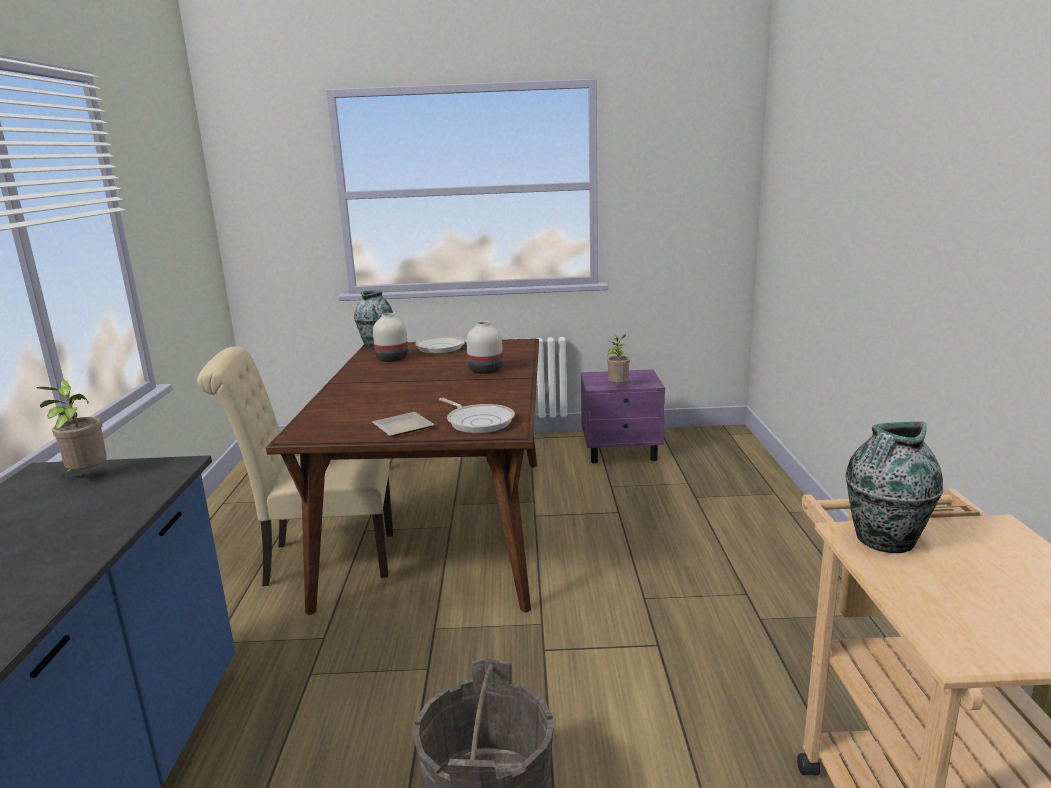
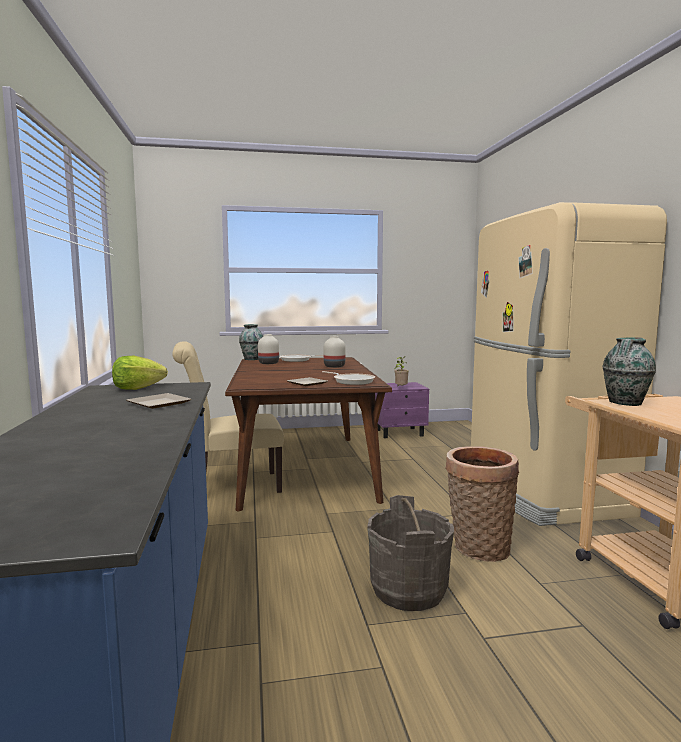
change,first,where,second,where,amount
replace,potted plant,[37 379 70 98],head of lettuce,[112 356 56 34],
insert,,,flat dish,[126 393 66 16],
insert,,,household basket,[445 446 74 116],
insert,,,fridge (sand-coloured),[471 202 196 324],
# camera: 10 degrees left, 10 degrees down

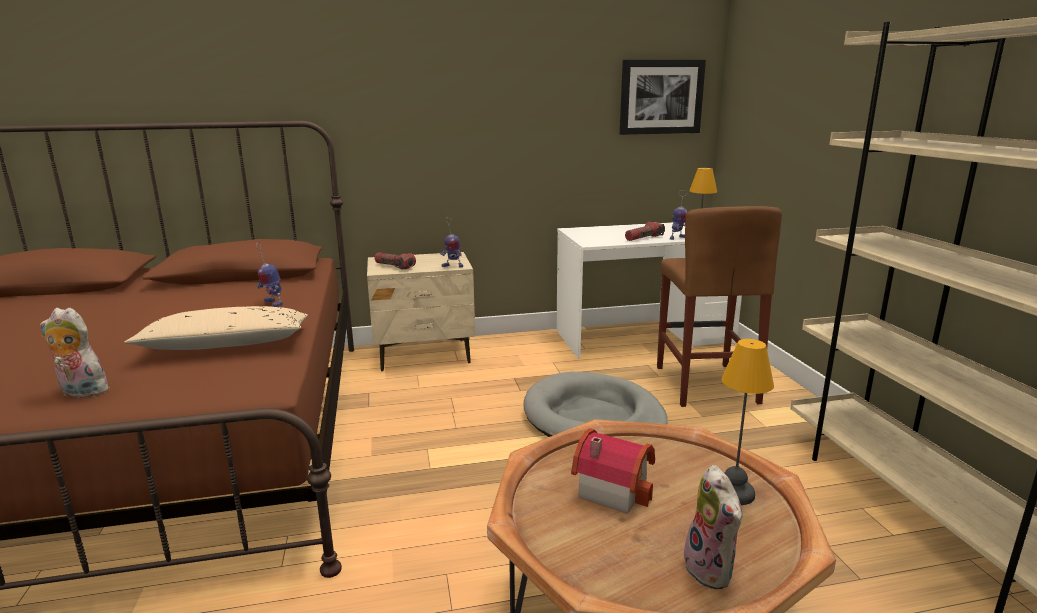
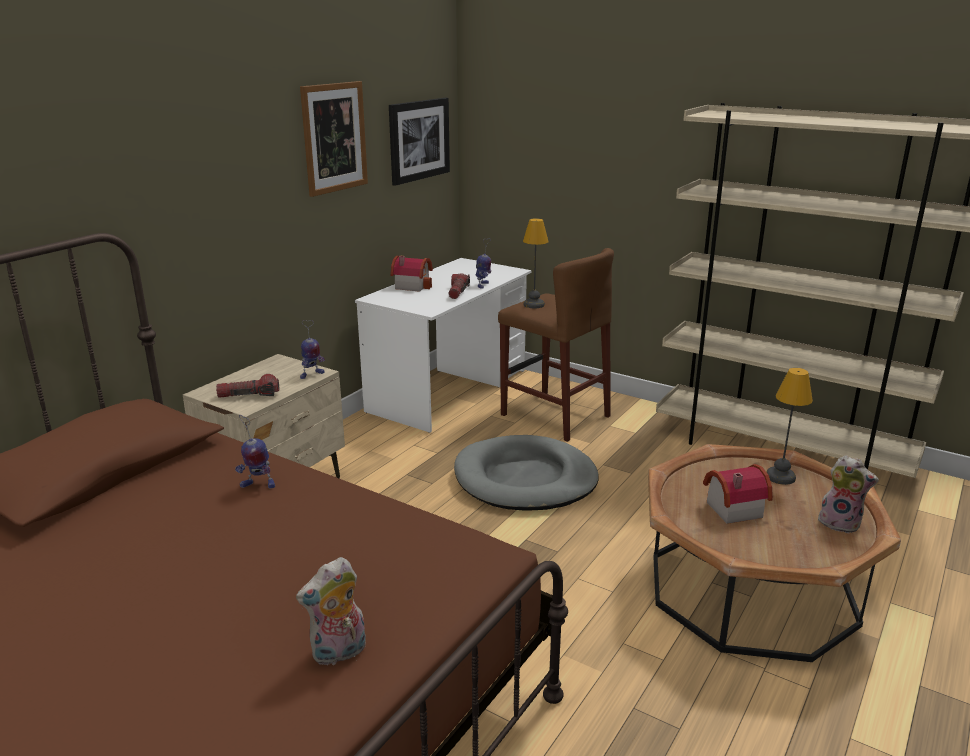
change,first,where,second,where,amount
delete,throw pillow (sand-coloured),[124 306 184 44],,,
insert,,,picture,[300 81 68 116],
insert,,,model house,[390 256 43 36],
# camera: 45 degrees left, 5 degrees up

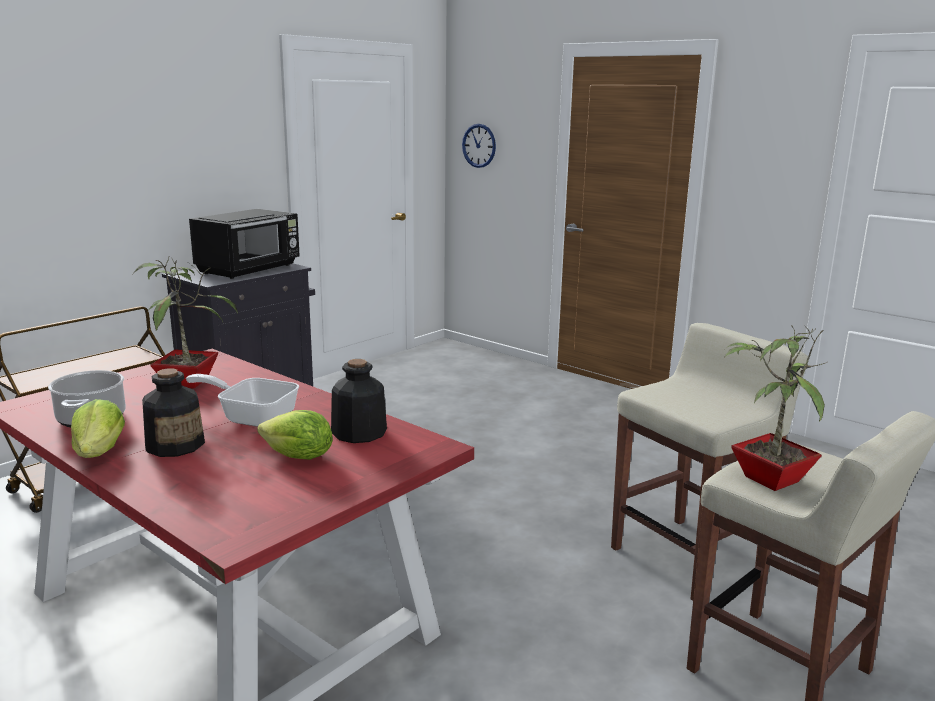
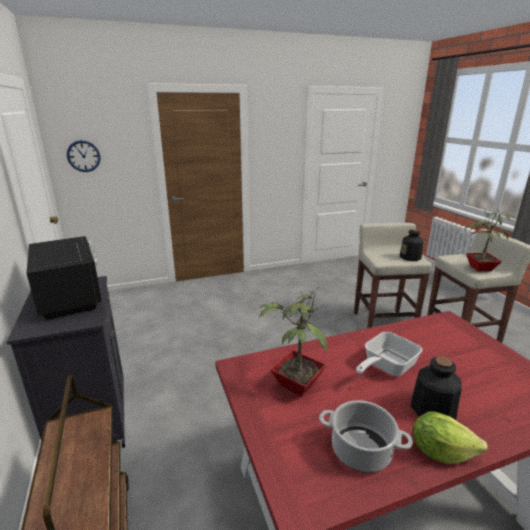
change,first,where,second,where,amount
delete,head of lettuce,[257 410 76 50],,,
move,bottle,[331 359 56 84],,[400 229 23 32],
# camera: 60 degrees left, 5 degrees up

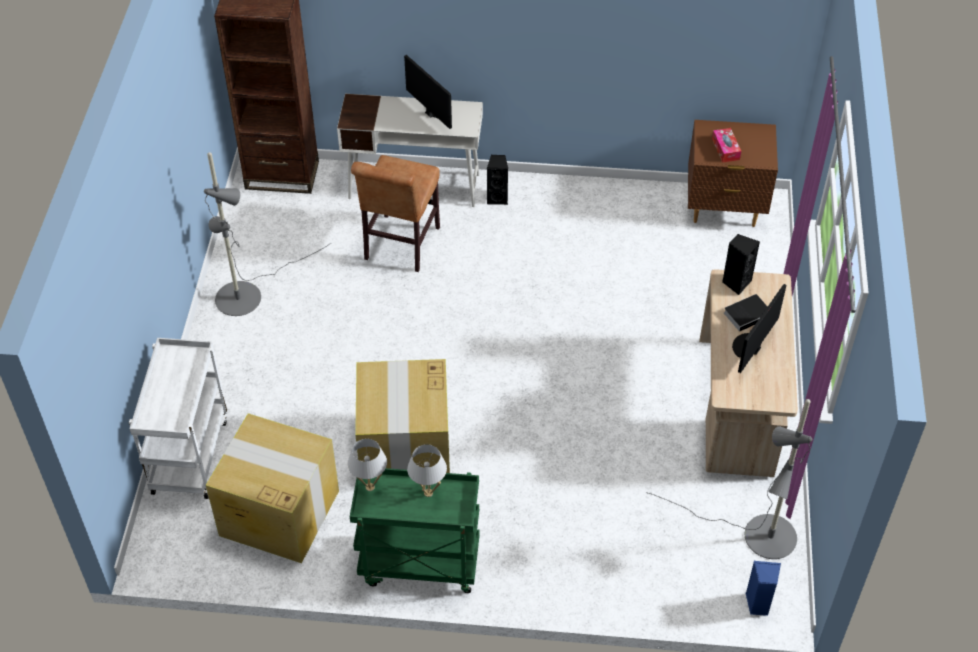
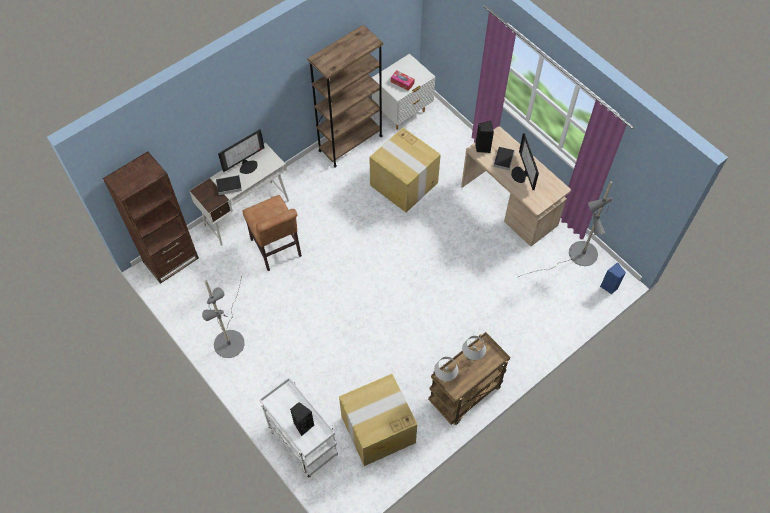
change,first,where,second,where,amount
recolor,trolley (green-coloured),[350 468 130 125],trolley (brownish),[428 332 82 93],
move,packing box,[355 359 95 114],,[369 128 72 85],
rotate,computer display,[404 55 48 74],,[218 129 46 45],135 degrees clockwise
move,loudspeaker (black),[487 155 21 50],,[290 402 24 34],
recolor,bedside table (brownish),[688 120 90 107],bedside table (white-coloured),[372 54 64 76],
insert,,,book,[216 175 26 20],
insert,,,shelving unit (brownish),[307 25 76 142],
# camera: 45 degrees left, 10 degrees up

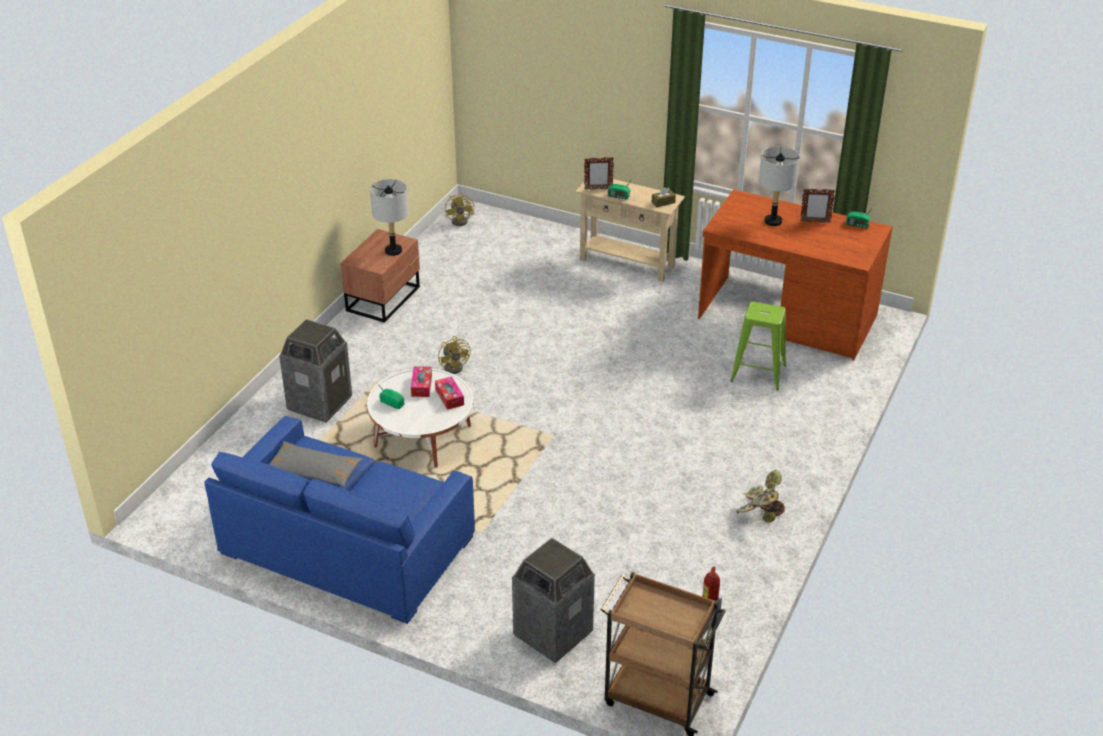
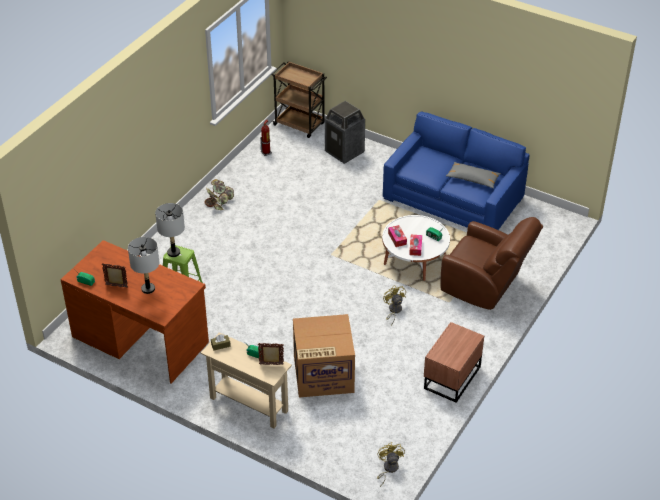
change,first,where,second,where,amount
replace,trash can,[279 319 73 104],armchair (brownish),[441 217 102 93],
move,table lamp (grey),[370 179 39 77],,[155 203 30 54],
insert,,,packing box,[293 314 62 84],
# camera: 175 degrees left, 5 degrees up

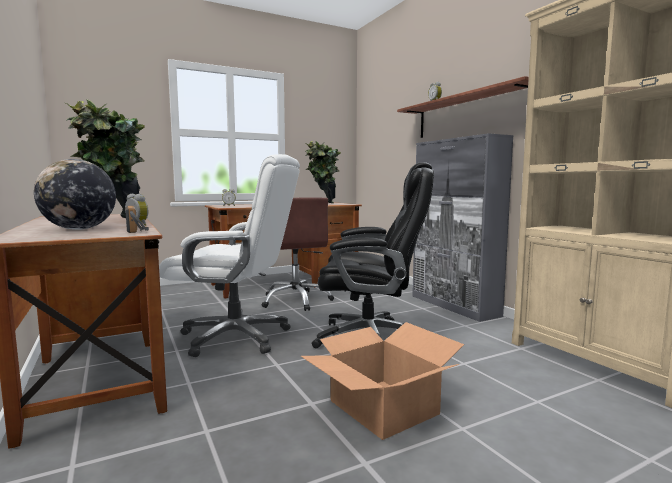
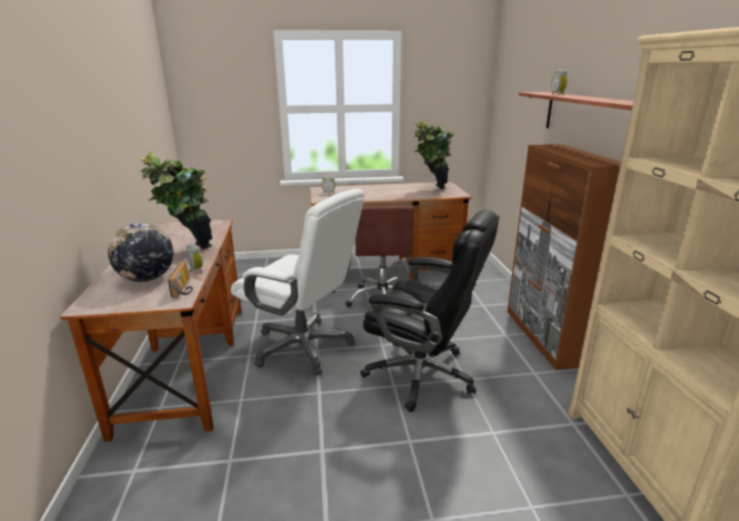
change,first,where,second,where,amount
delete,packing box,[301 322 163 118],,,
recolor,storage cabinet (grey),[412 133 101 189],storage cabinet (brownish),[507 144 114 226],
# camera: 20 degrees right, 15 degrees up

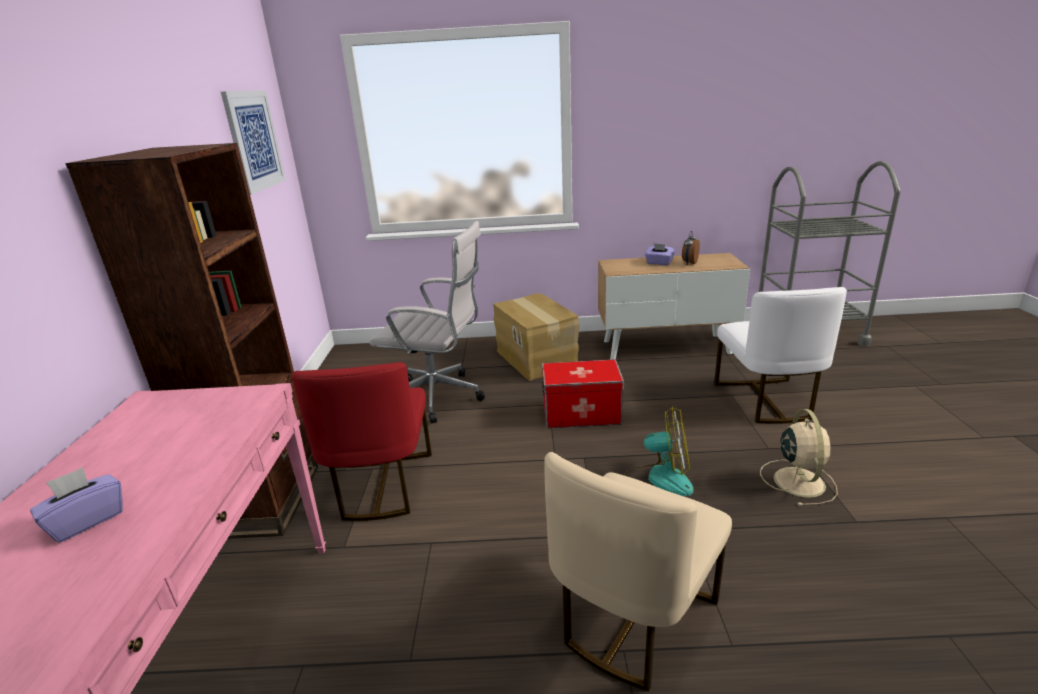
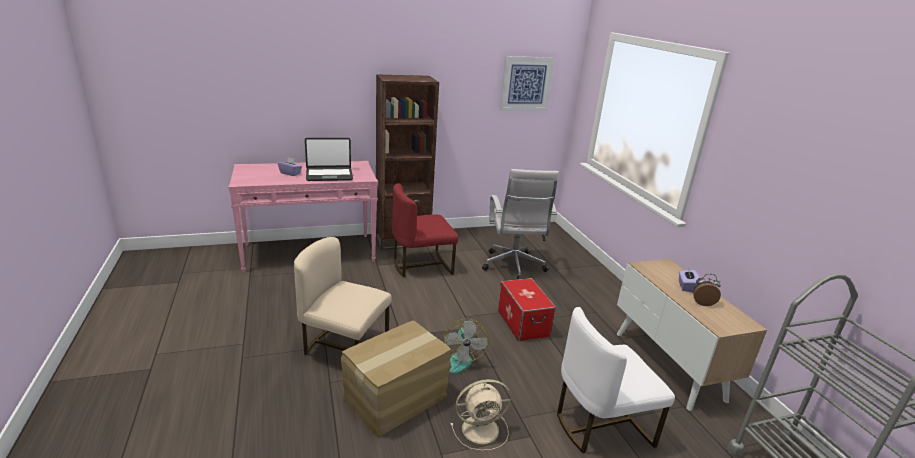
change,first,where,second,where,amount
move,packing box,[493 293 86 88],,[341 320 110 117],
insert,,,notebook computer,[305 138 48 43],
# camera: 70 degrees right, 0 degrees up

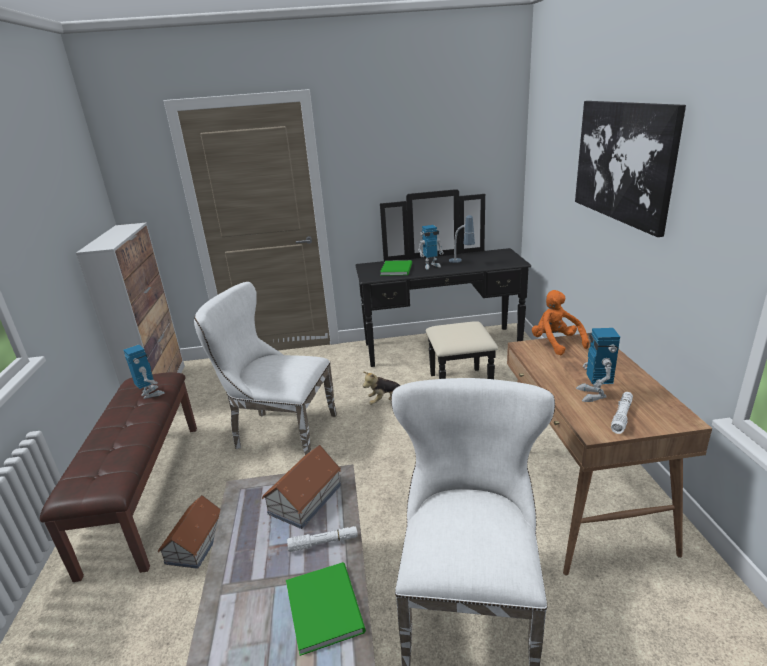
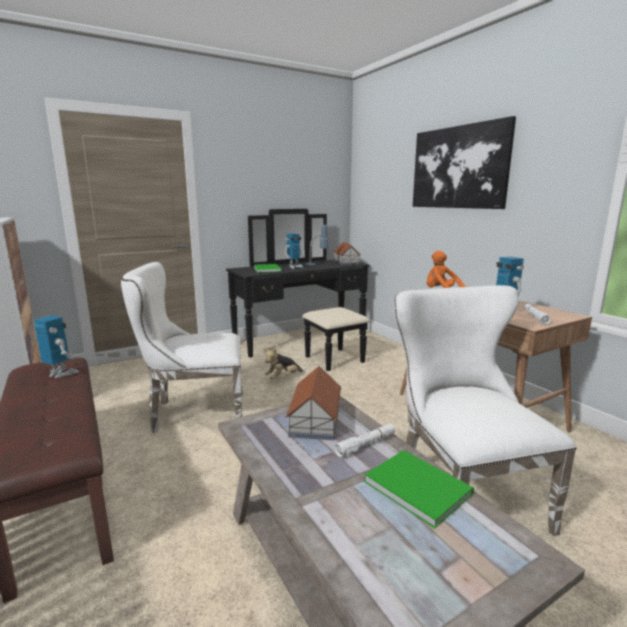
change,first,where,second,where,amount
move,model house,[158 495 62 74],,[333 242 28 23],
# camera: 25 degrees left, 10 degrees down

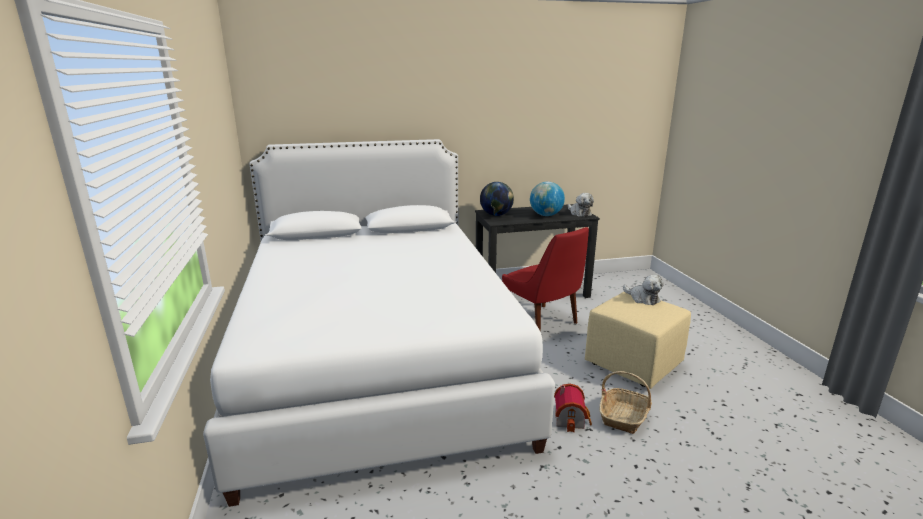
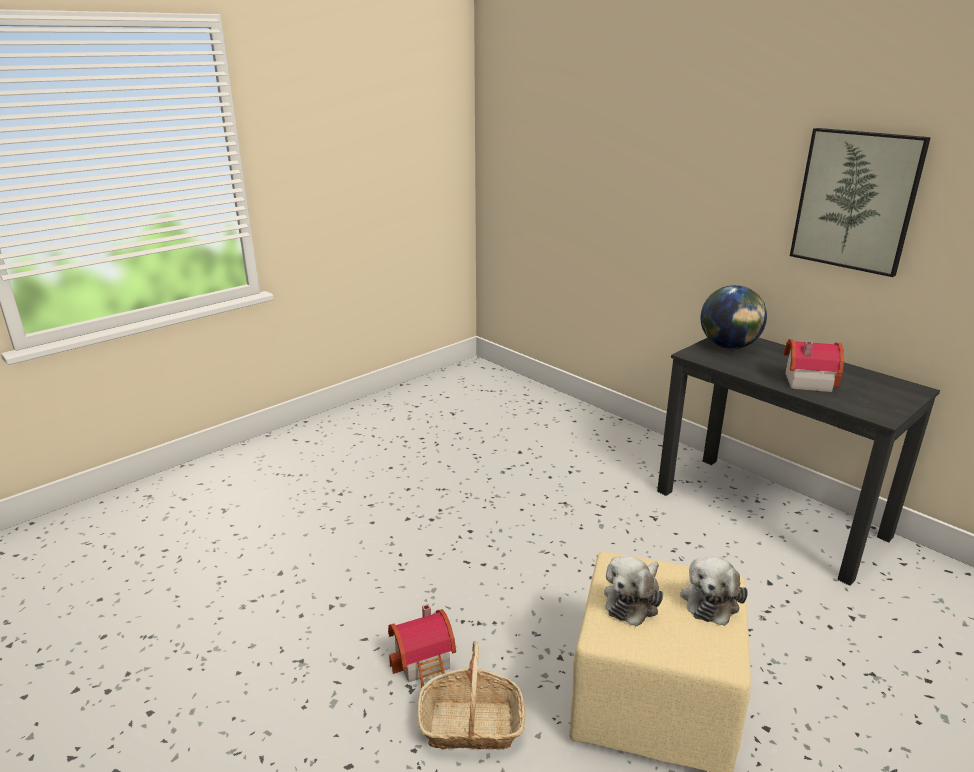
change,first,where,second,where,amount
delete,bed (white-coloured),[203 139 352 368],,,
delete,upright chair (red-coloured),[502 227 87 105],,,
replace,globe,[530 182 35 34],model house,[783 339 61 53],
move,soft toy,[568 193 26 24],,[604 556 59 71],
insert,,,picture,[790 128 141 149],
# camera: 60 degrees right, 5 degrees up

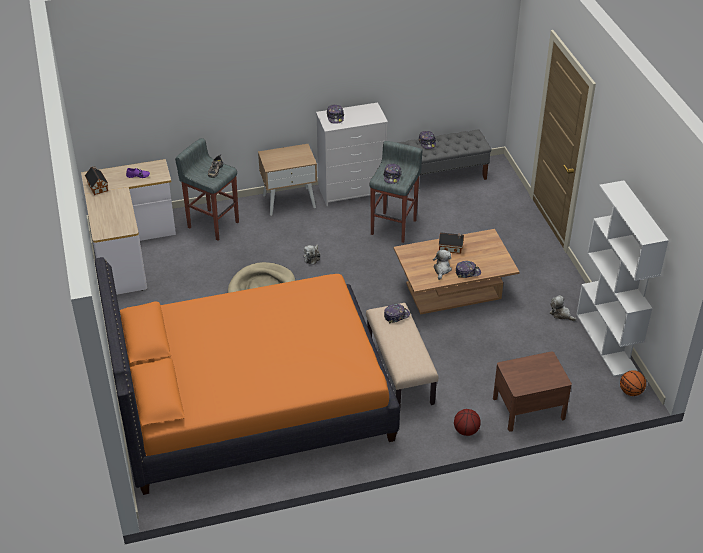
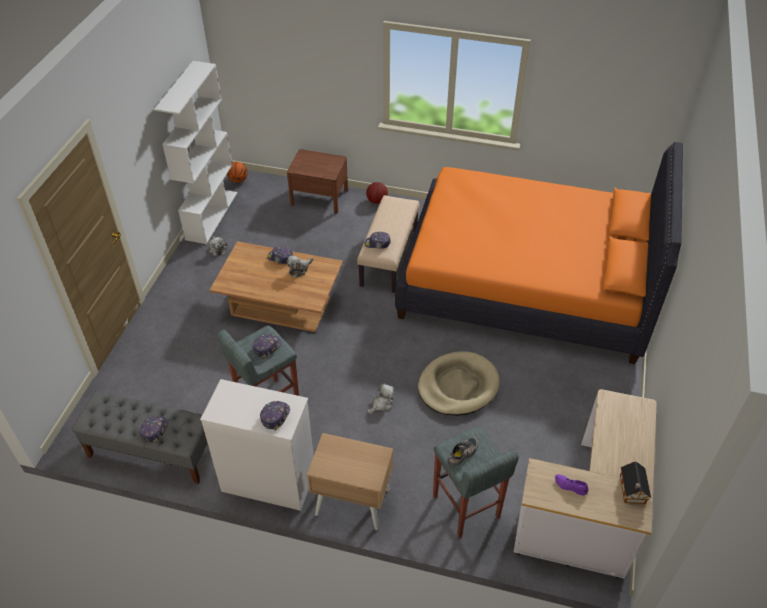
change,first,where,second,where,amount
delete,model house,[439 232 25 22],,,
# camera: 150 degrees left, 5 degrees up

